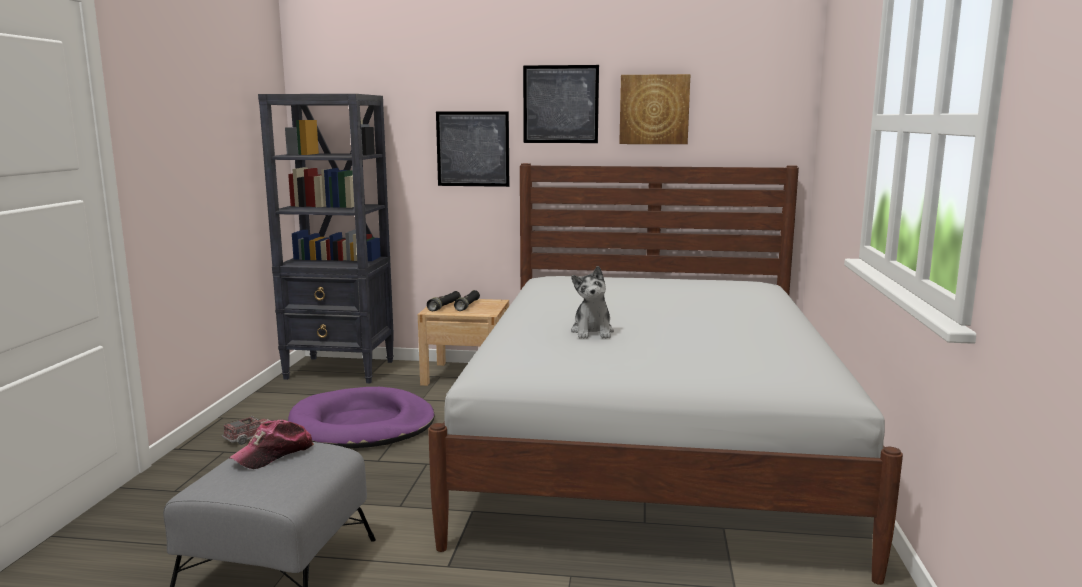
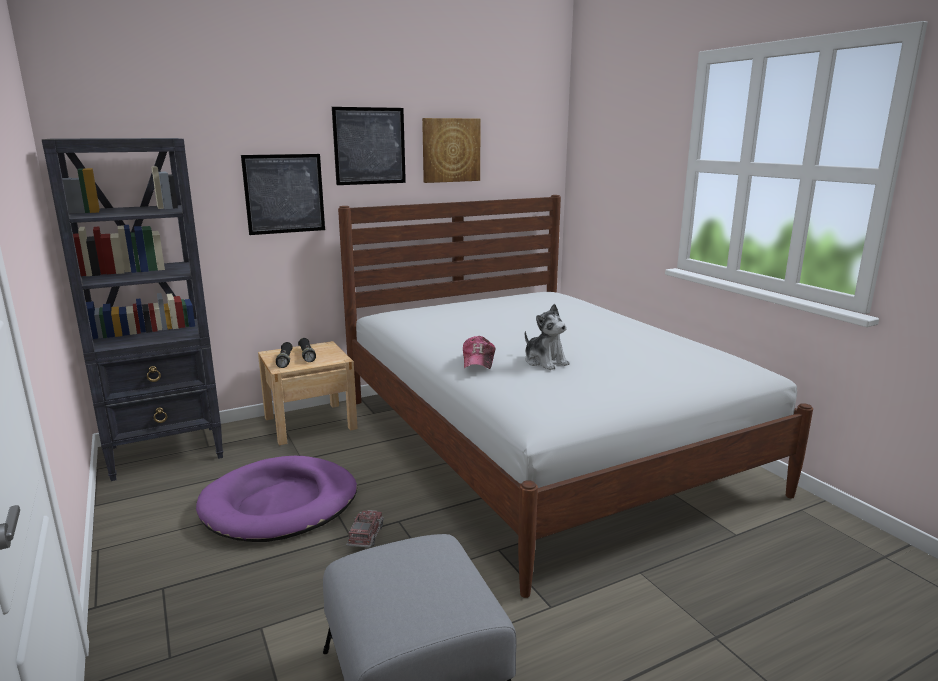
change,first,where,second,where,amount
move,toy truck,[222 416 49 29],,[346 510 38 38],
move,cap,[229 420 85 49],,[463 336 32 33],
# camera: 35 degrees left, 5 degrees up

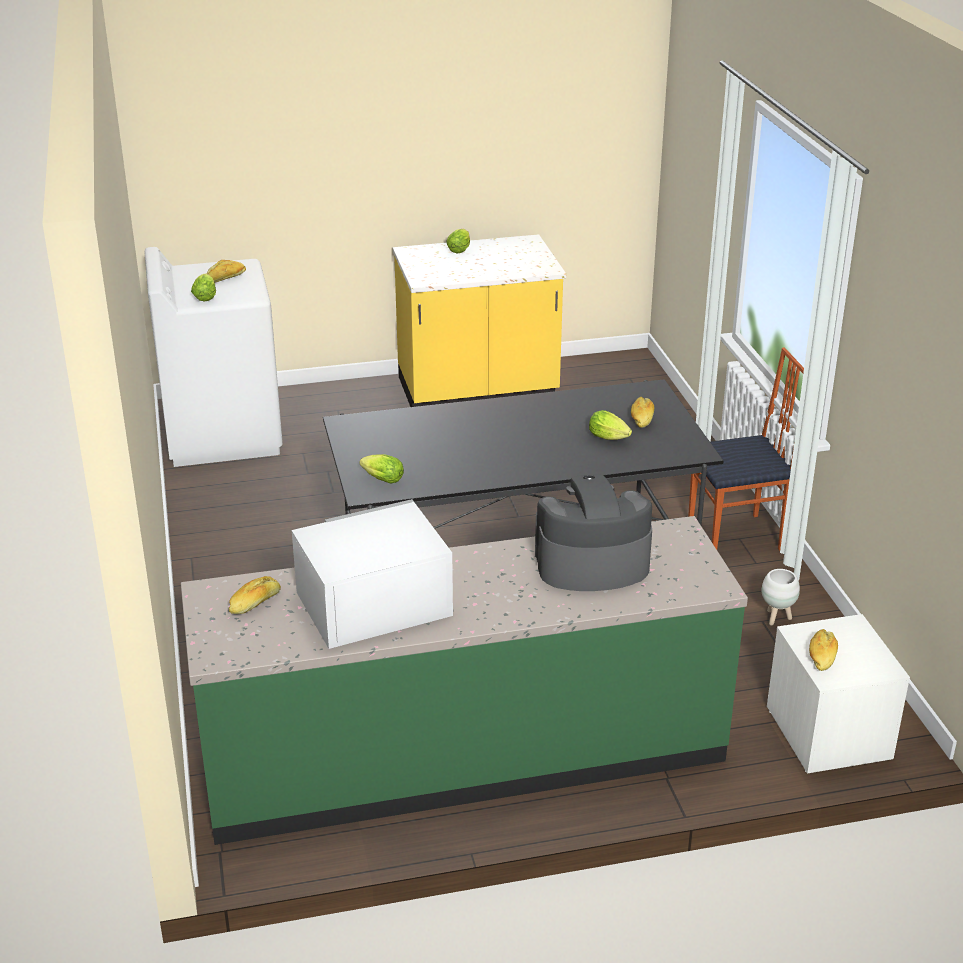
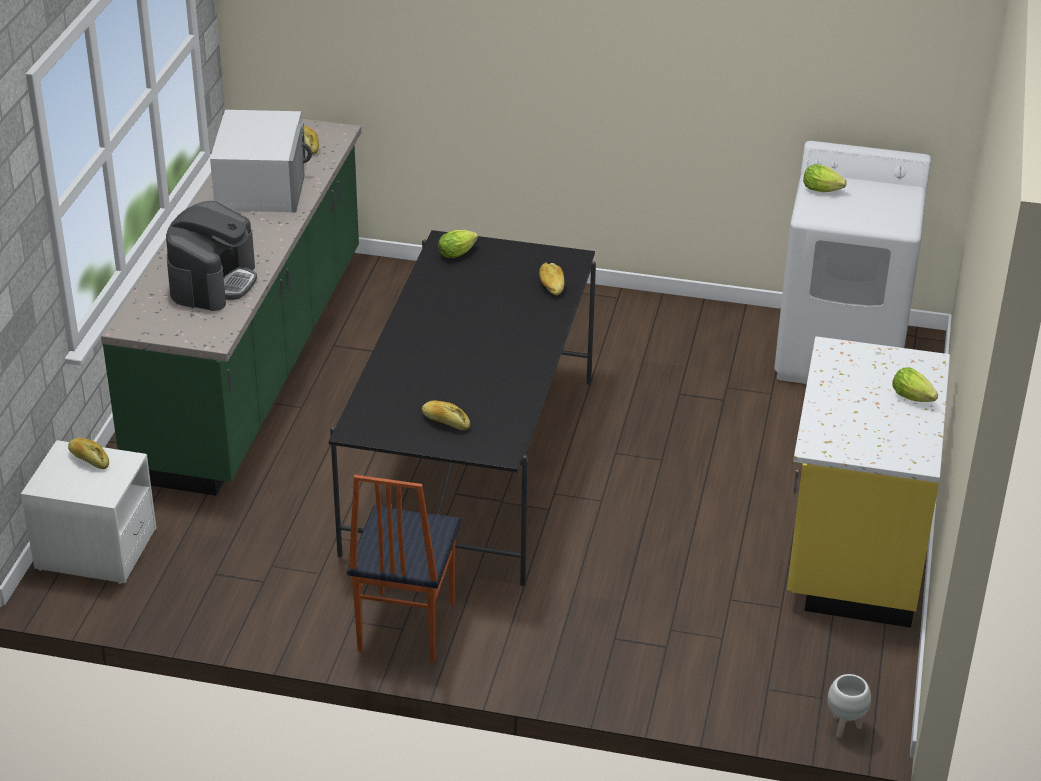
change,first,where,second,where,amount
move,bread,[207 260 39 22],,[539 262 25 33],
delete,head of lettuce,[589 410 43 30],,,
move,plant pot (white-coloured),[762 569 38 57],,[827 674 44 64],
# camera: 115 degrees right, 5 degrees up

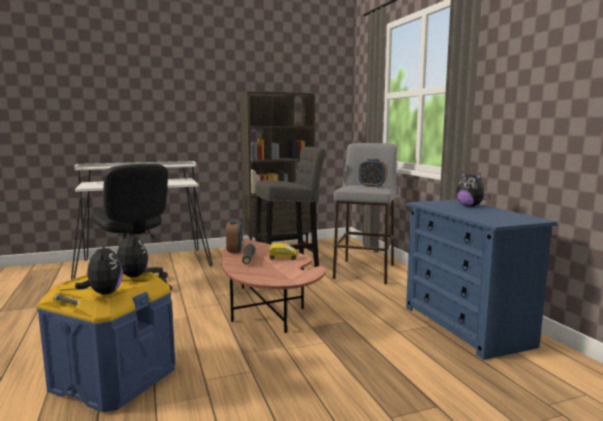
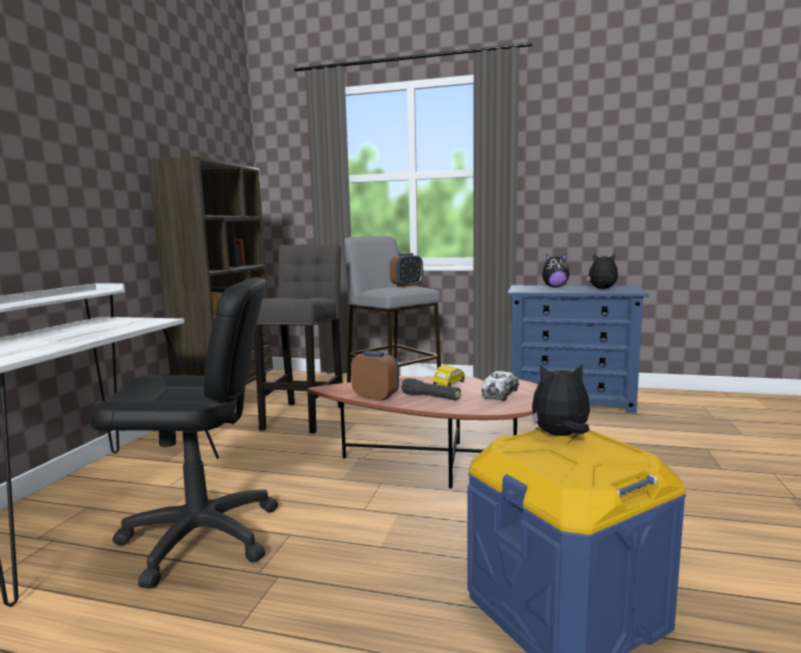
change,first,where,second,where,amount
move,soft toy,[75 242 48 53],,[587 254 31 35],
insert,,,toy truck,[482 371 37 30],
# camera: 55 degrees left, 0 degrees up

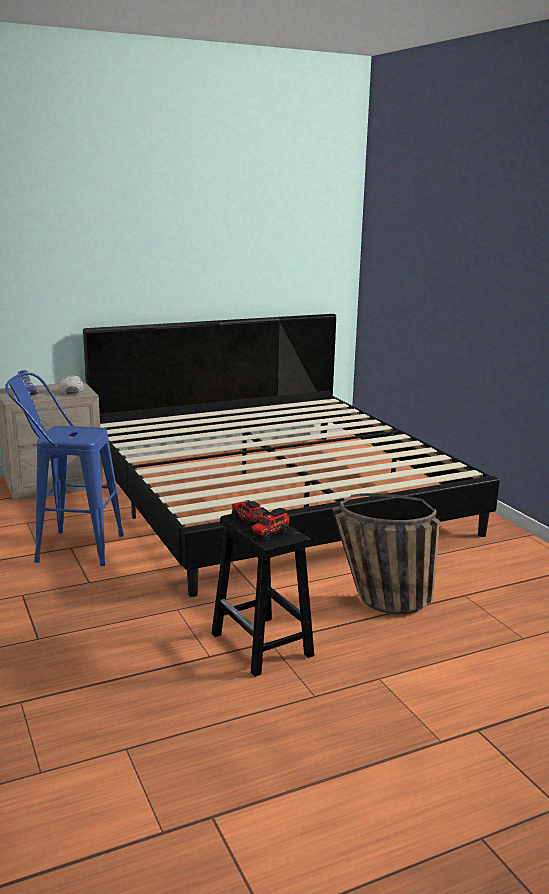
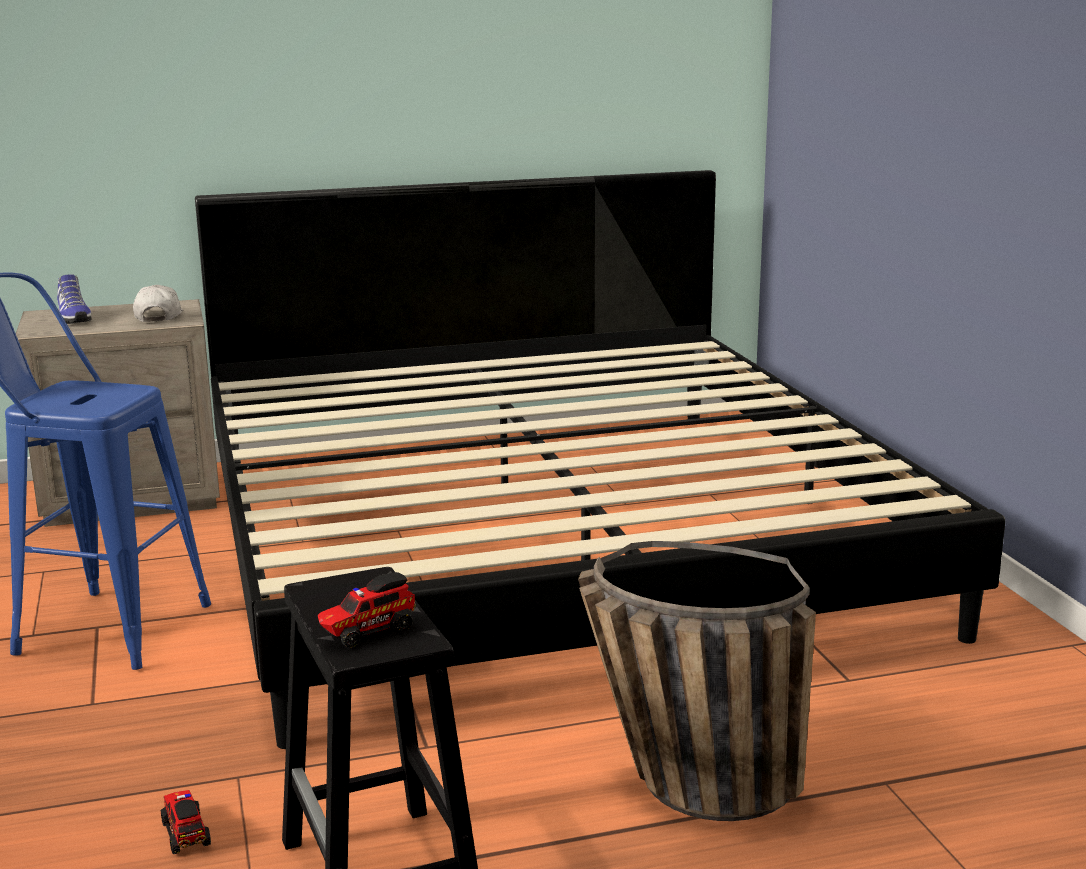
change,first,where,second,where,amount
move,toy truck,[232 500 32 26],,[161 790 50 64],
# camera: 10 degrees right, 0 degrees up

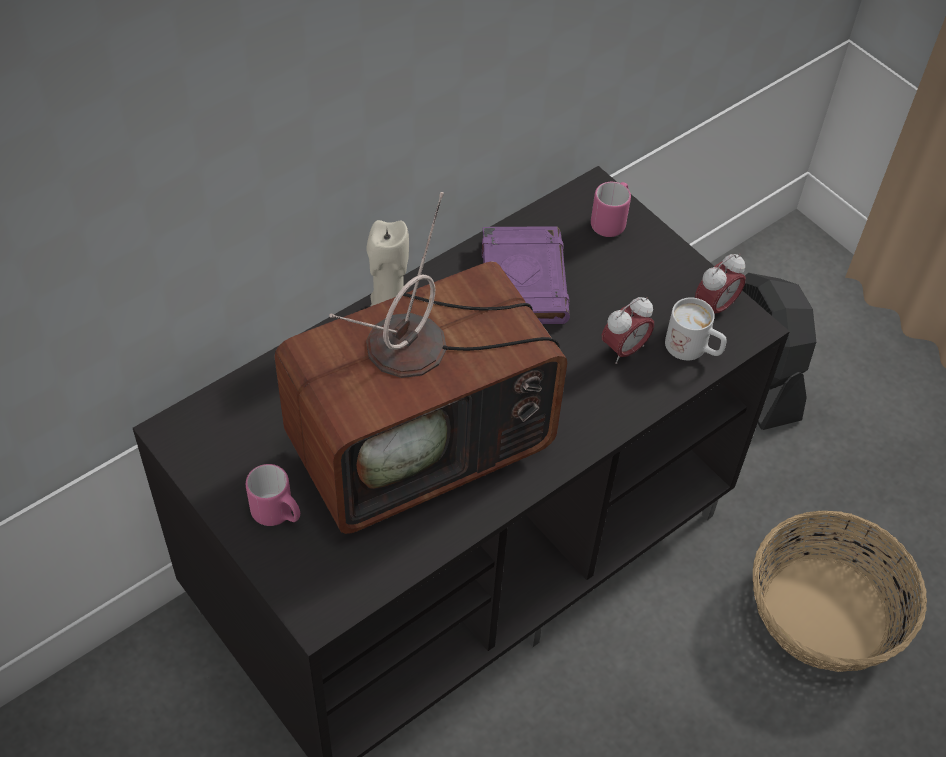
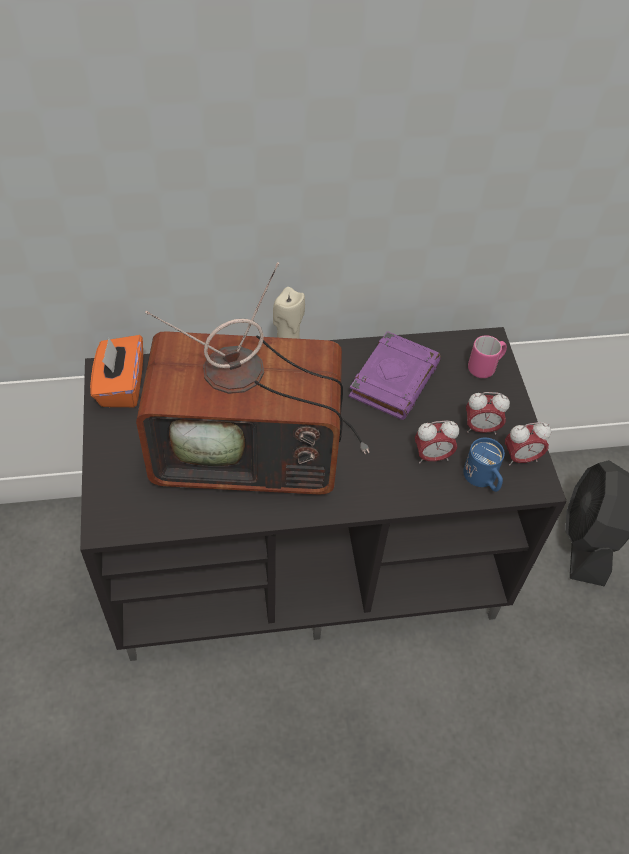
change,first,where,second,where,amount
delete,coffee mug (pinkish),[246 464 54 62],,,
recolor,coffee mug (white-coloured),[665 297 62 63],coffee mug (blue-coloured),[463 438 42 54],
delete,household basket,[753 511 174 161],,,
insert,,,tissue box (orange),[90 335 53 72],
insert,,,table clock,[466 392 44 43],
# camera: 30 degrees right, 0 degrees up

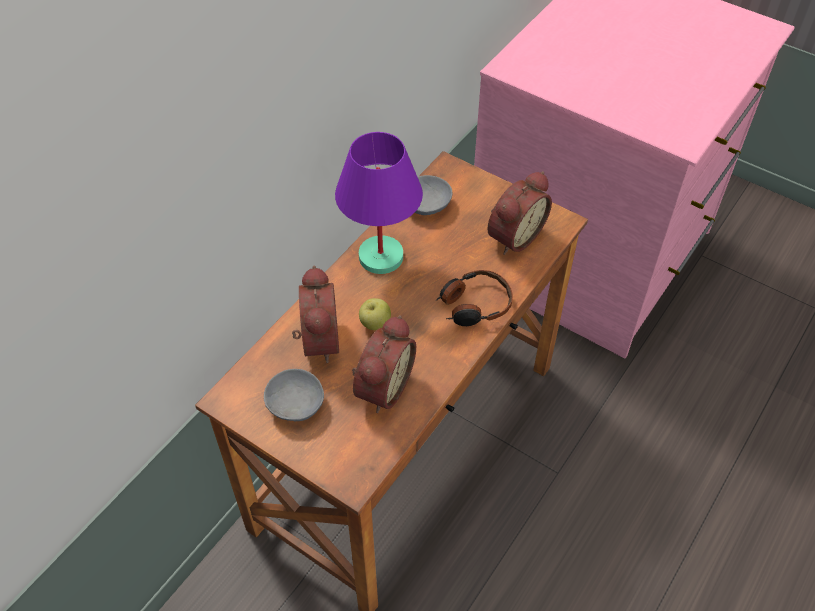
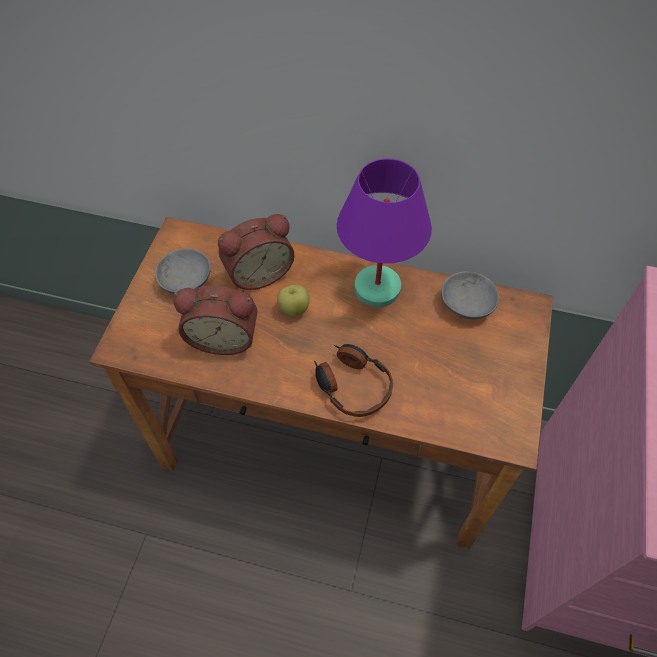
change,first,where,second,where,amount
delete,table clock,[487 171 65 84],,,
# camera: 70 degrees right, 5 degrees up

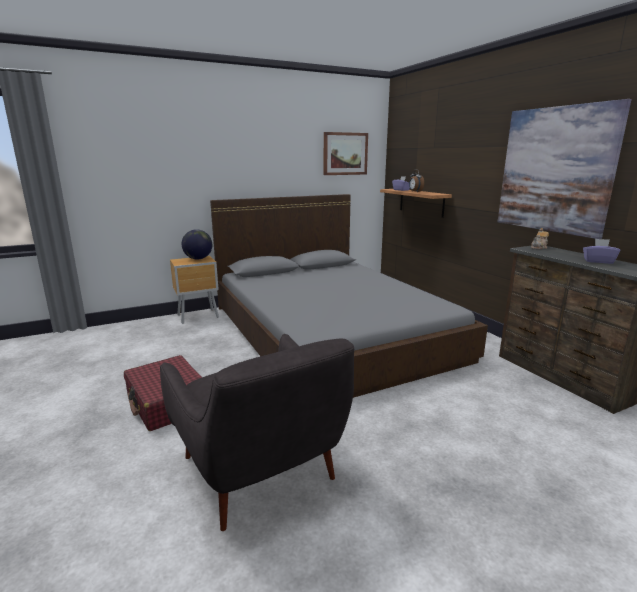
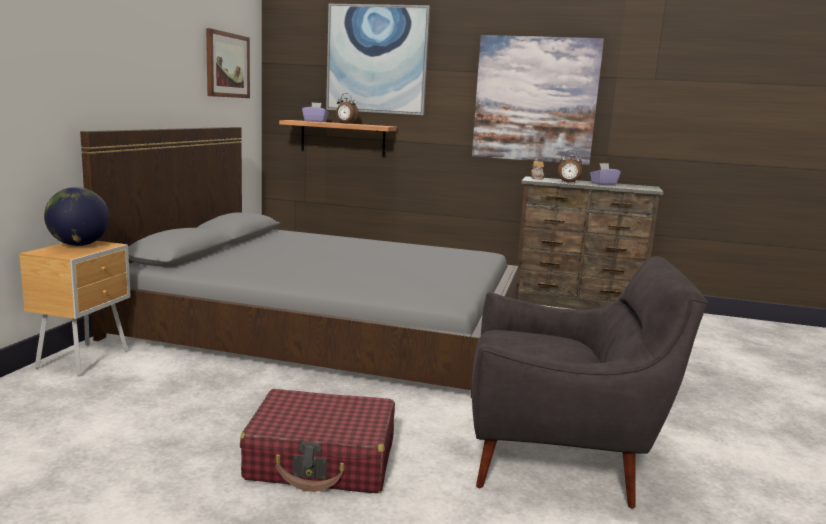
change,first,where,second,where,amount
insert,,,picture,[326 4 104 111],
insert,,,table clock,[558 150 24 33],
# camera: 50 degrees left, 5 degrees down

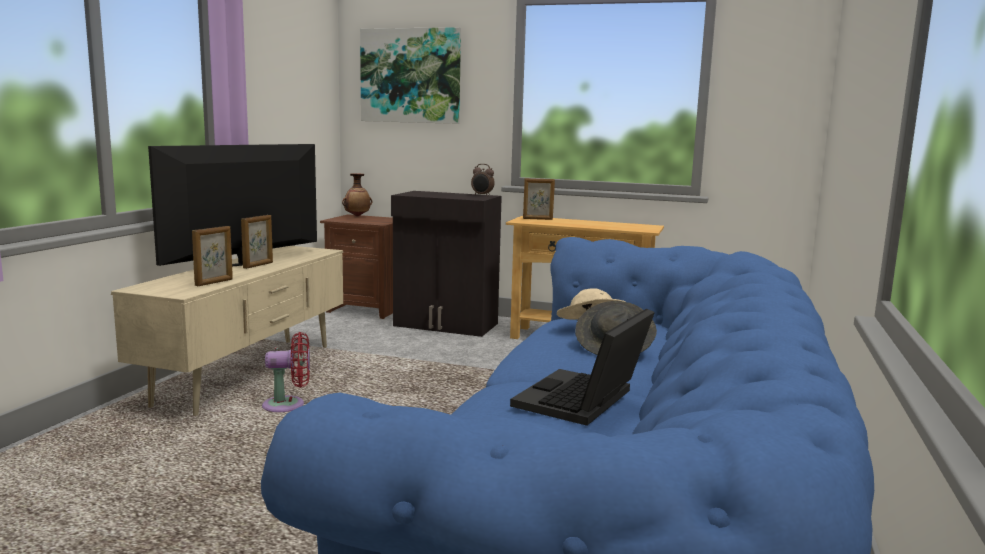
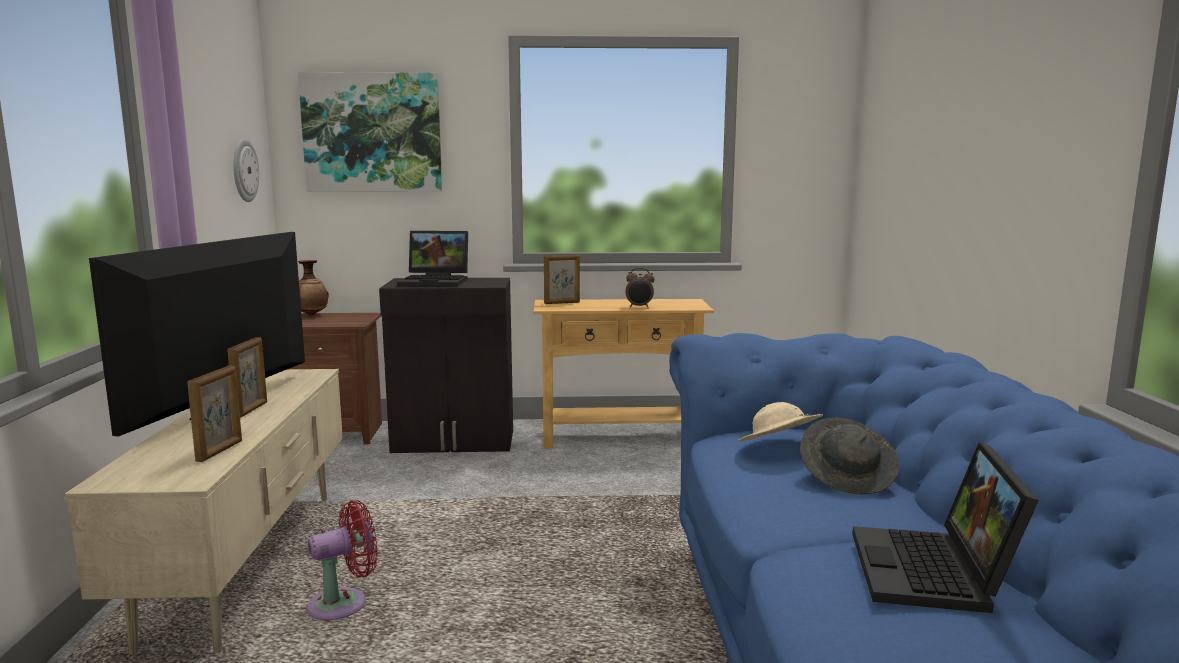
change,first,where,second,where,amount
move,table clock,[471 164 24 32],,[625 268 30 40],
insert,,,hanging clock,[233 139 26 63],
insert,,,notebook computer,[397 230 71 57],
# camera: 20 degrees left, 0 degrees up

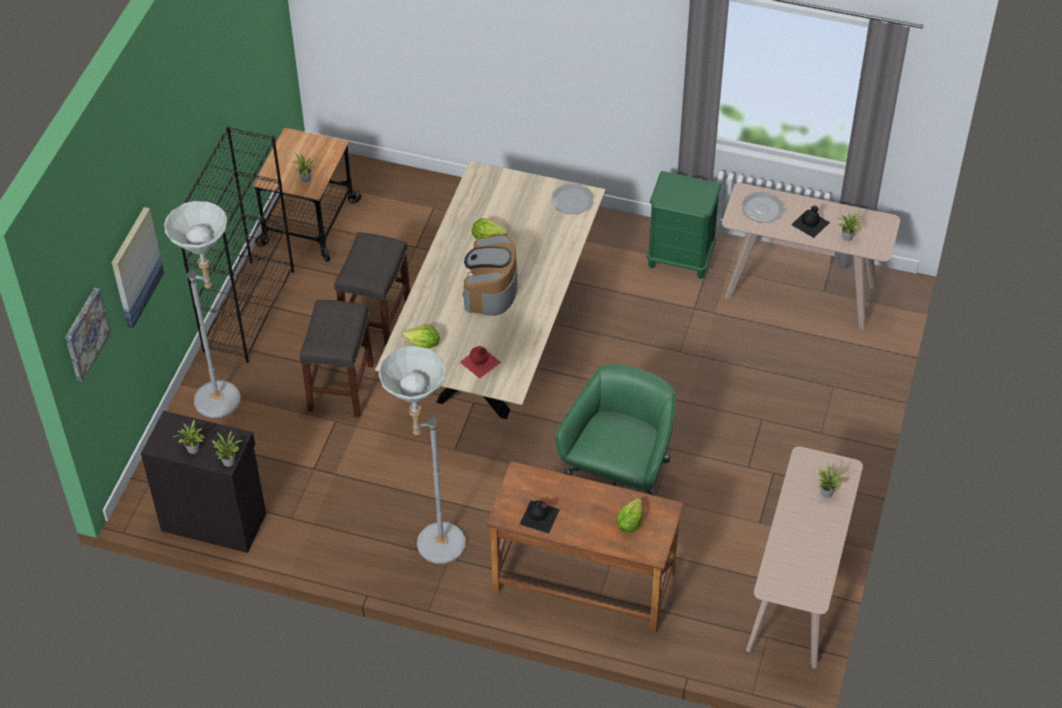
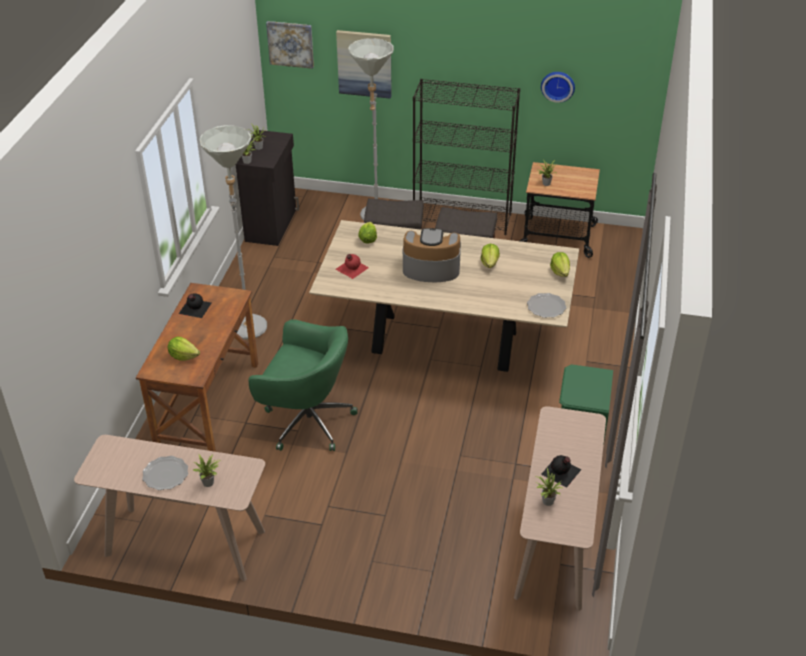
change,first,where,second,where,amount
move,flat dish,[741 192 43 31],,[142 456 46 34],
insert,,,hanging clock,[541 72 34 31],
insert,,,head of lettuce,[550 252 20 25],
# camera: 85 degrees right, 10 degrees down

